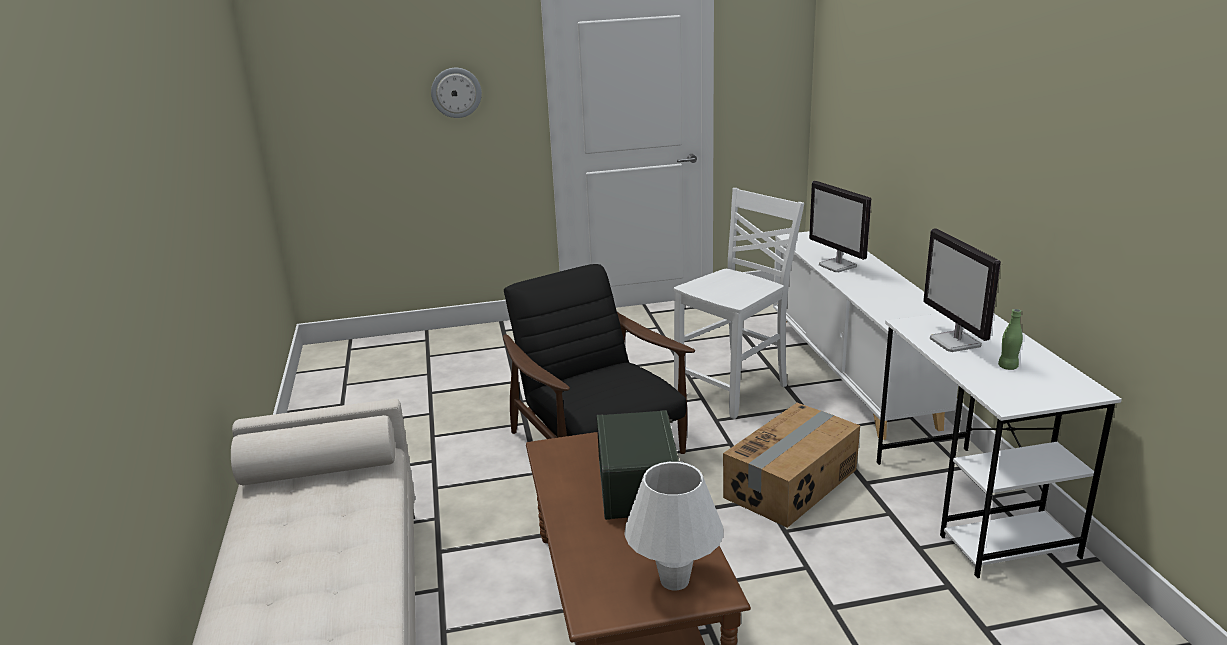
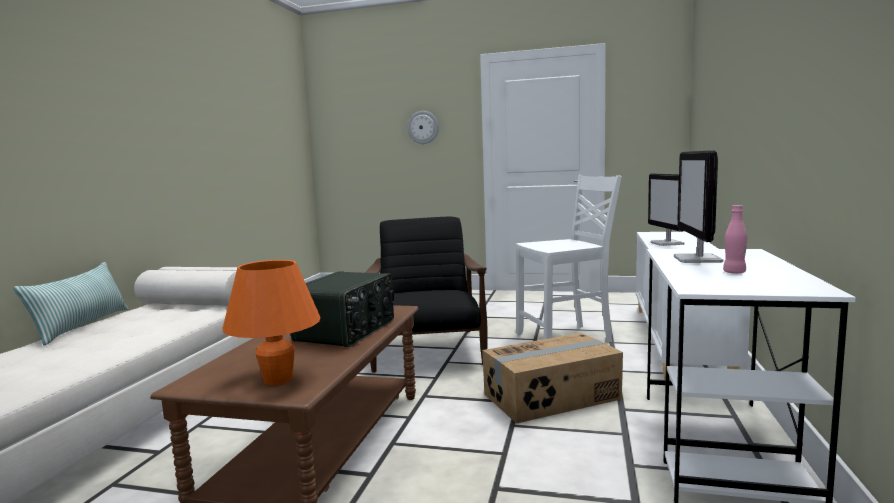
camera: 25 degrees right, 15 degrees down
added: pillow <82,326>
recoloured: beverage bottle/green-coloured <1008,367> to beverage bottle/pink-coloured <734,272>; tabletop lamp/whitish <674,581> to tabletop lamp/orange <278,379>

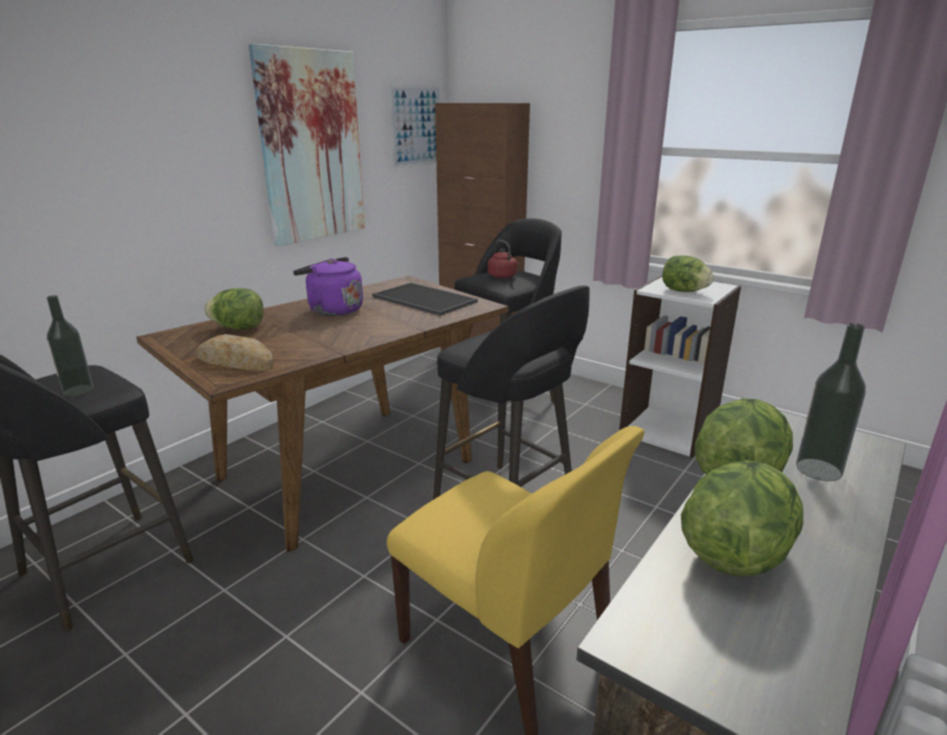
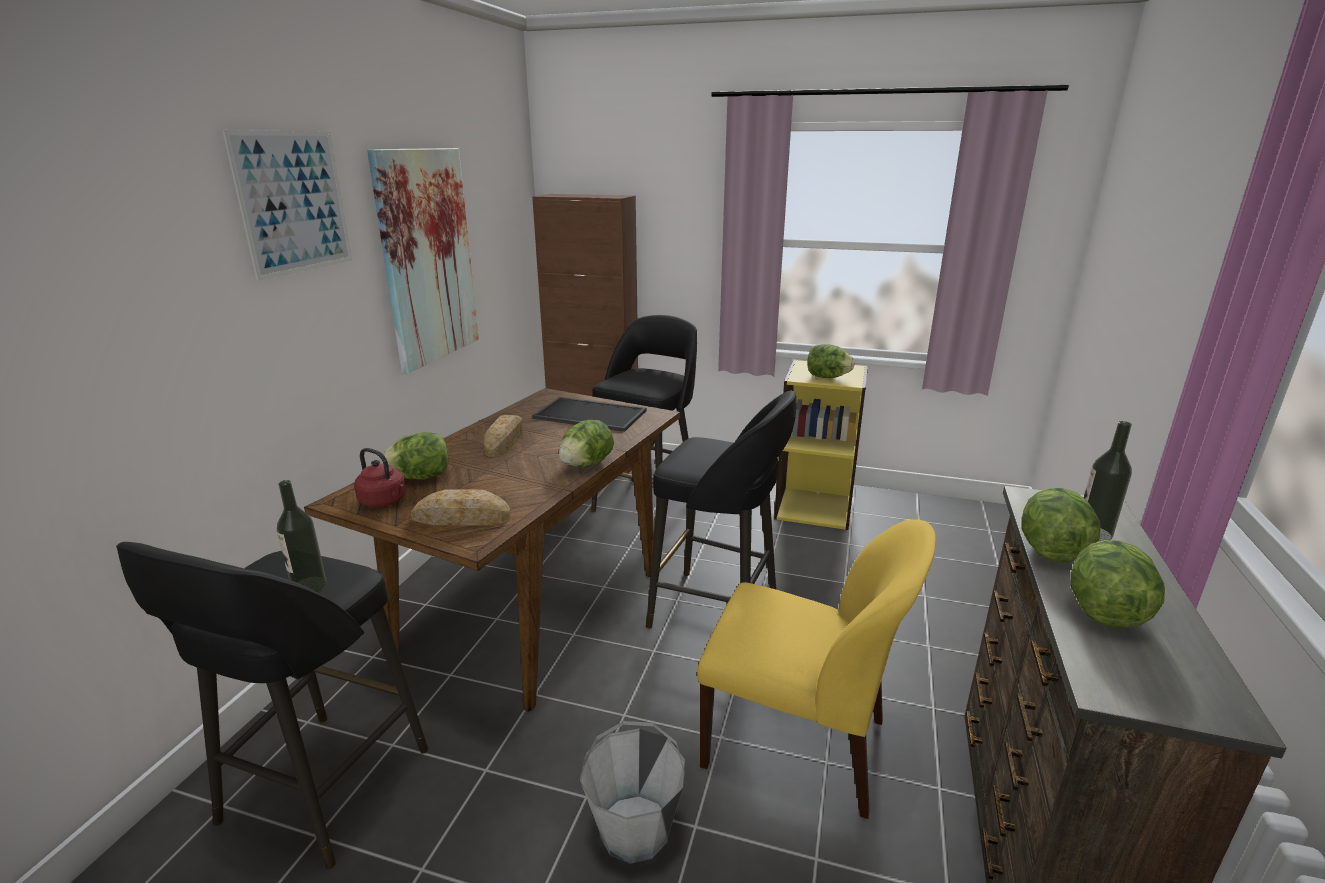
camera: 20 degrees left, 0 degrees up
added: head of lettuce <586,464>; pail/grey <635,829>
moved: wall art <416,126> to <294,202>; kettle/red <503,277> to <385,501>
replaced: kettle/purplish <332,310> to bread <505,440>
recoloured: bookshelf/whitish <668,430> to bookshelf/yellow-coloured <814,507>

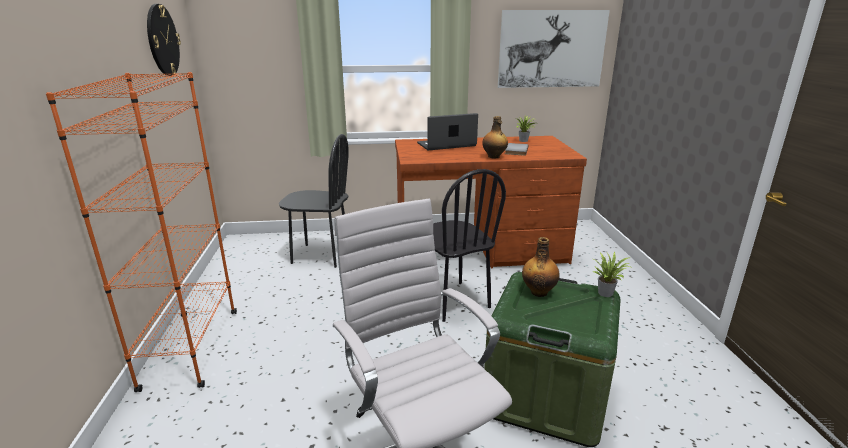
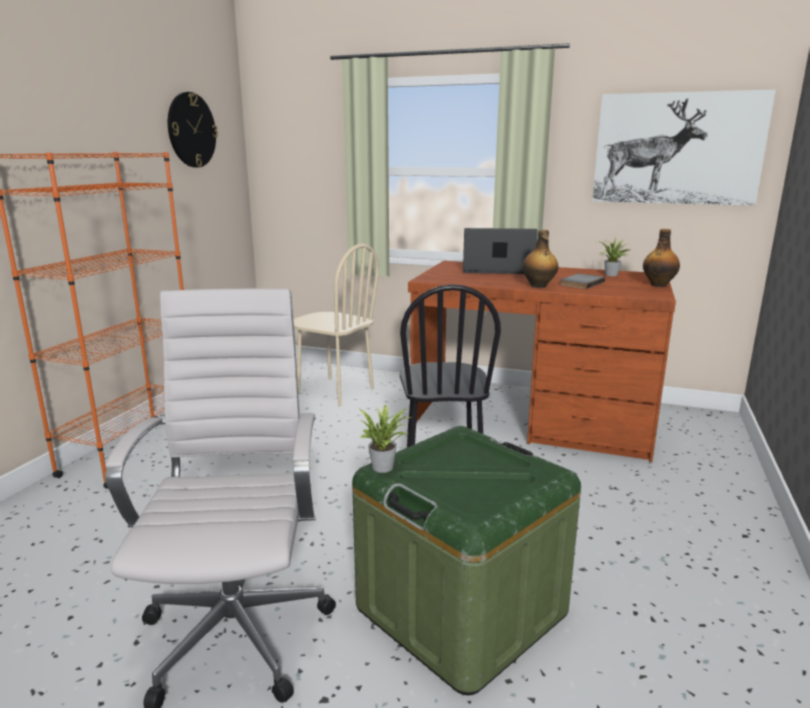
camera: 25 degrees right, 5 degrees down
moved: beverage bottle <539,292> to <659,285>; houseplant <606,292> to <385,467>
recoloured: upright chair/black-coloured <320,255> to upright chair/beige-coloured <335,391>

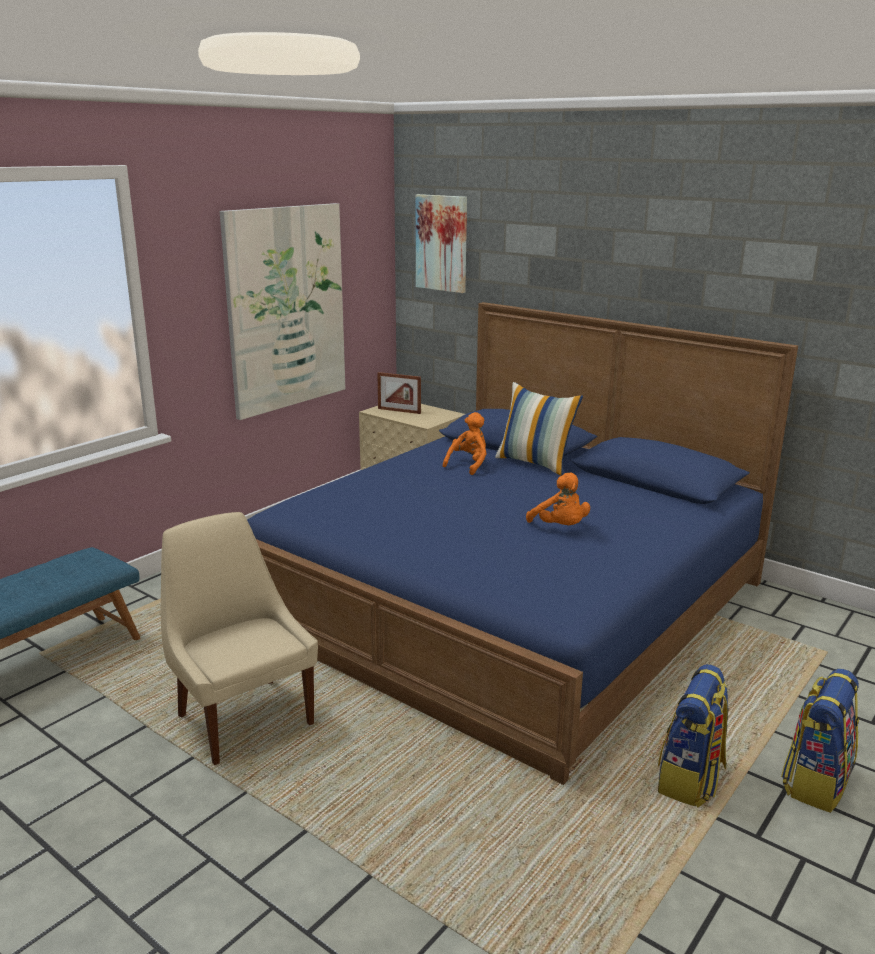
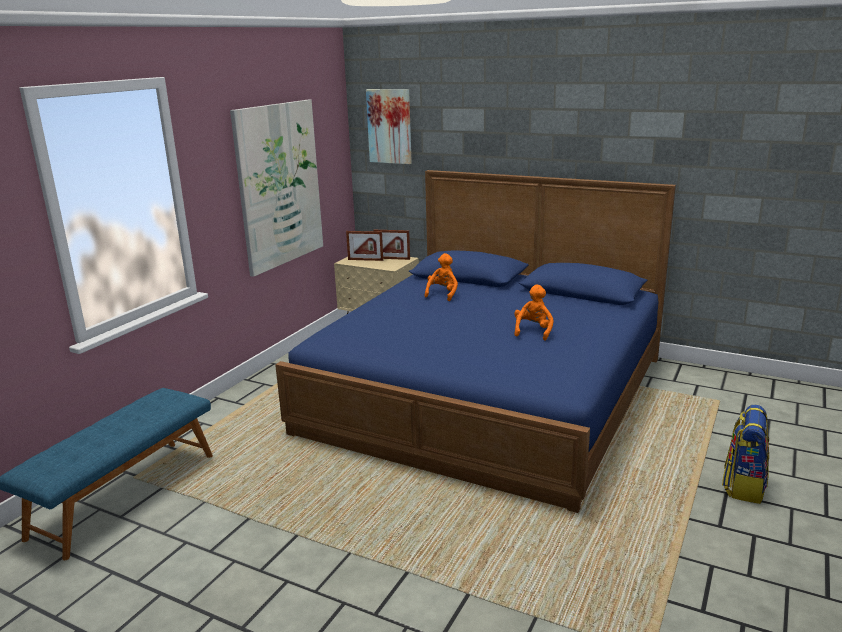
camera: 10 degrees left, 0 degrees up
removed: pillow <535,463>; upright chair/beige-coloured <243,717>; knapsack <690,780>
added: photo frame <392,258>
turned: plush toy/orange <560,527> = <533,331> 120 degrees counterclockwise

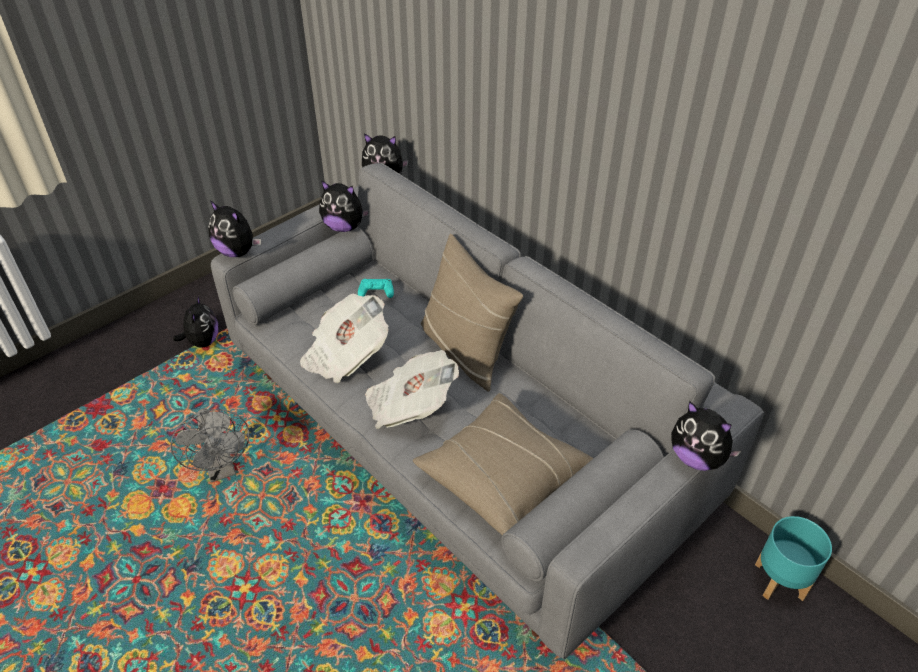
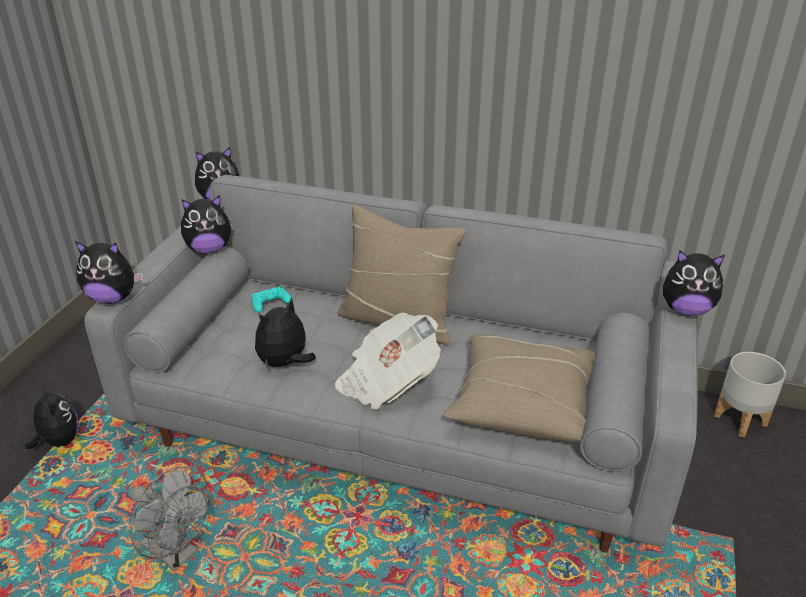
camera: 30 degrees left, 10 degrees down
replaced: newspaper <345,354> to plush toy <285,363>
recoloured: plant pot/turquoise <781,580> to plant pot/grey <741,419>

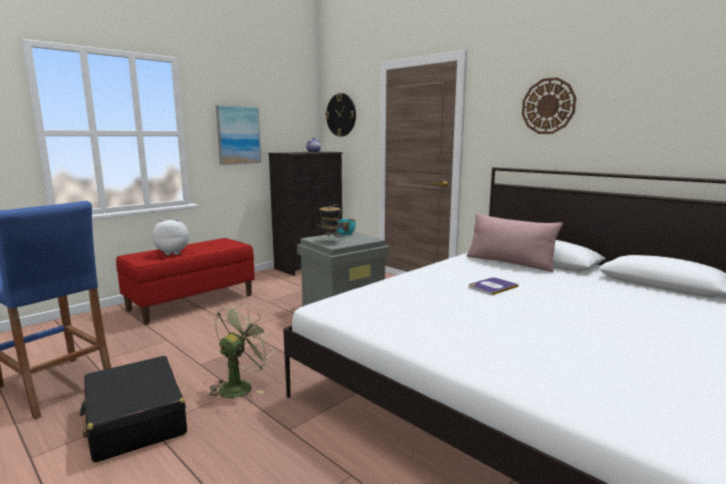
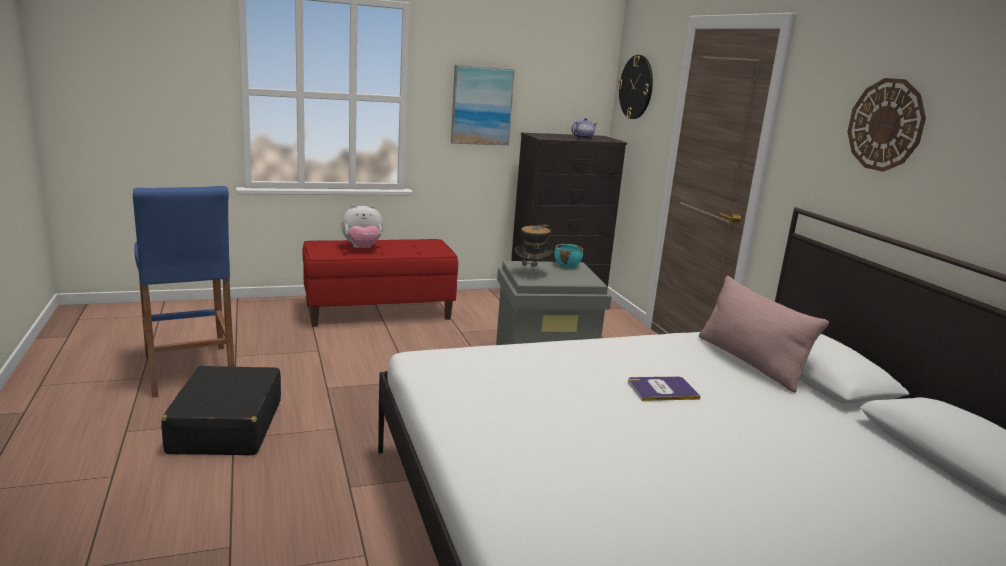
camera: 25 degrees right, 5 degrees up
removed: fan/green-coloured <240,386>
turned: plush toy <173,253> = <362,248> 150 degrees clockwise

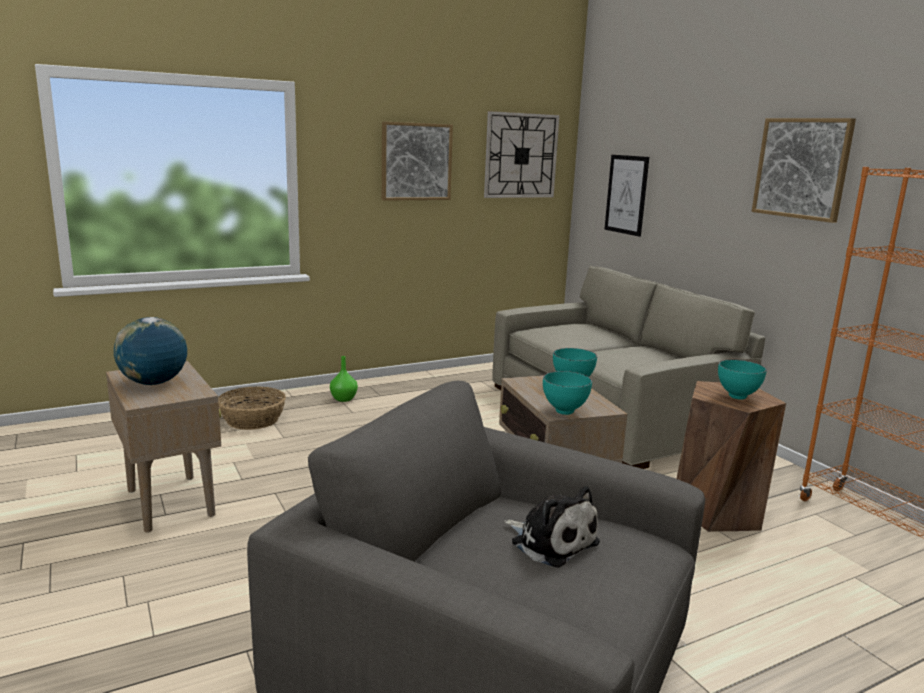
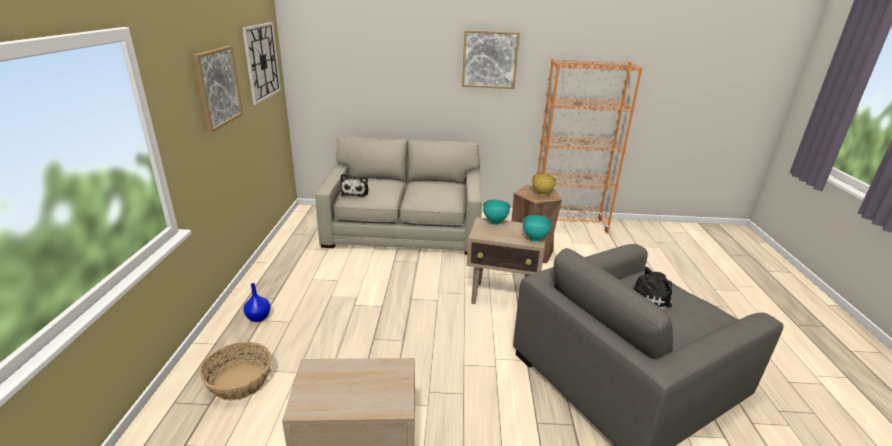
camera: 60 degrees left, 10 degrees up
removed: wall art <626,194>; globe <154,383>
added: plush toy <355,192>
recoloured: vase/green-coloured <344,399> to vase/bluish <258,317>; serving bowl/turquoise <736,397> to serving bowl/yellow-coloured <542,194>

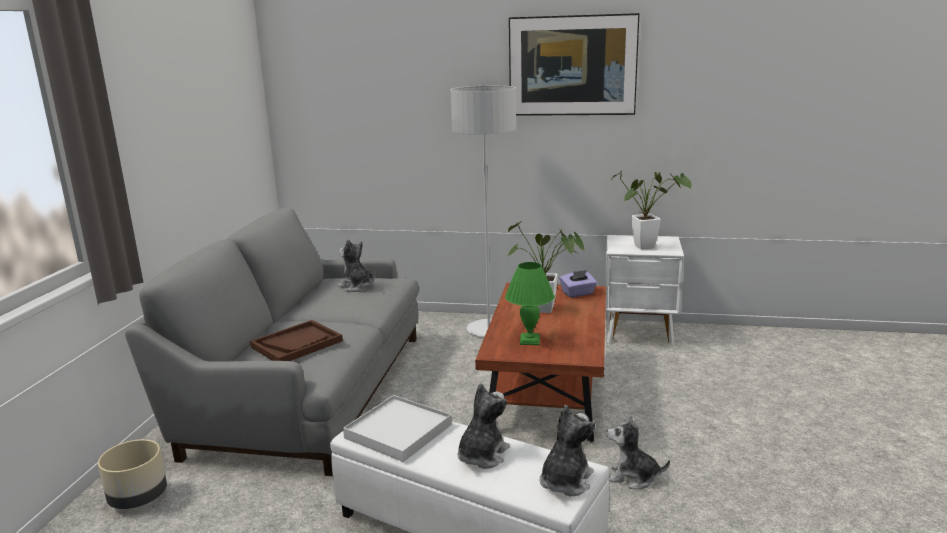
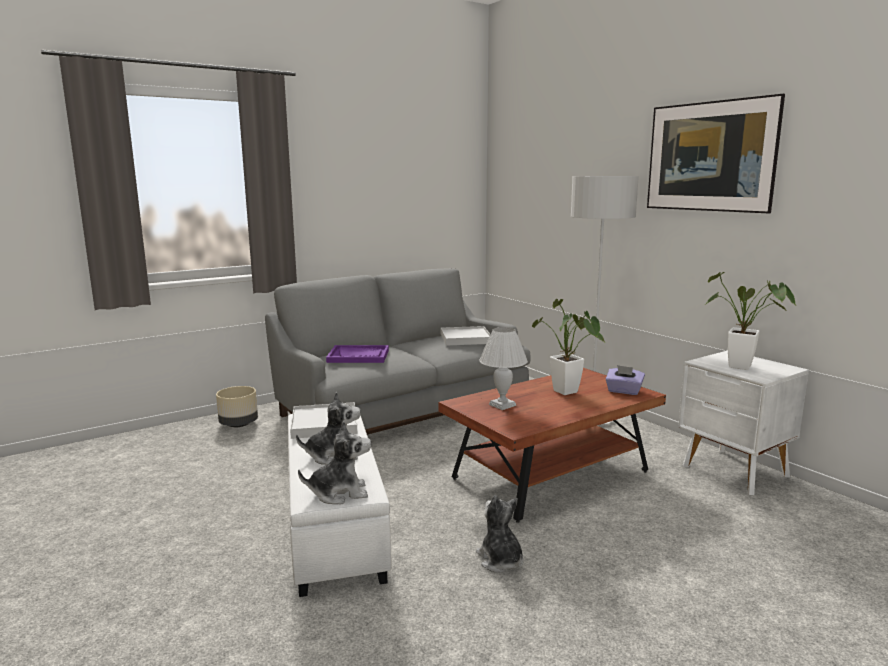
camera: 45 degrees right, 5 degrees down
replaced: plush toy <357,286> to carrying tray/whitish <465,339>
recoloured: tabletop lamp/green-coloured <529,341> to tabletop lamp/whitish <501,405>; carrying tray/brown-coloured <297,344> to carrying tray/purplish <358,356>

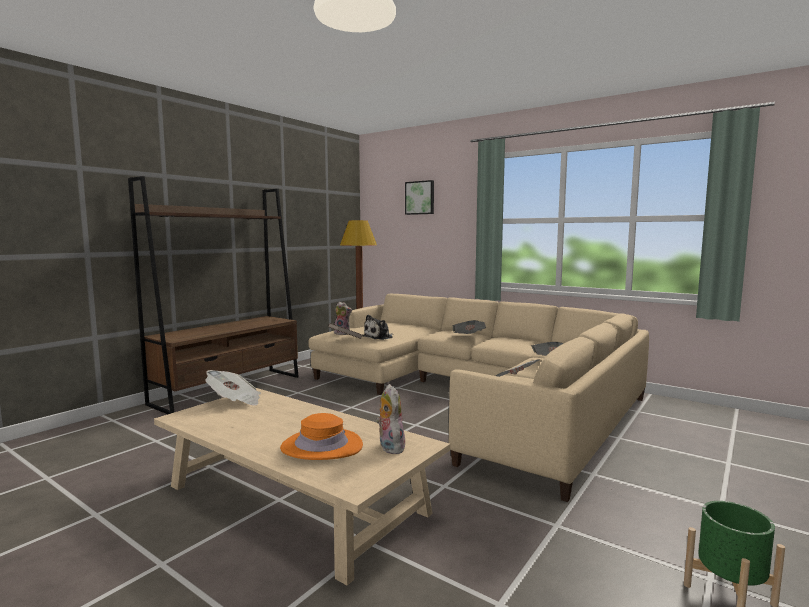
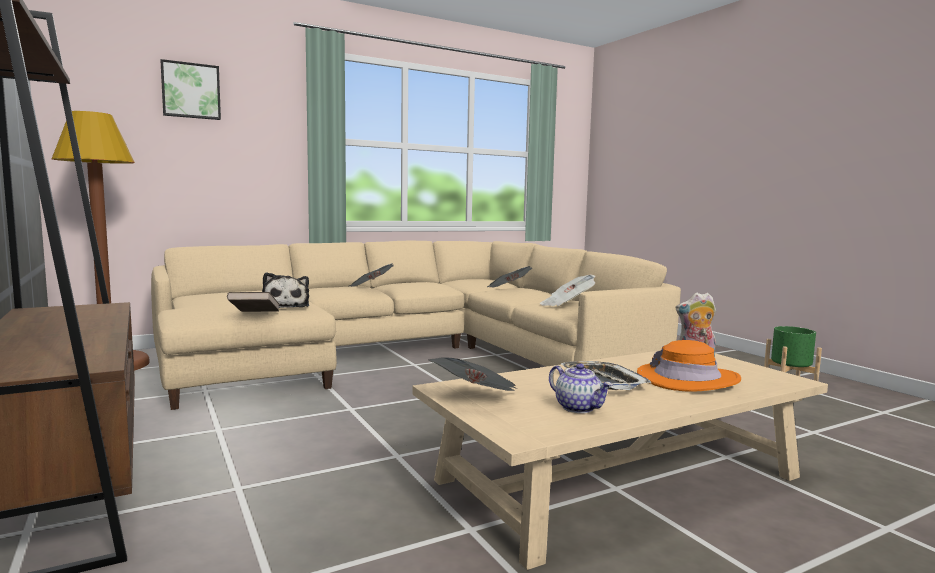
camera: 65 degrees left, 0 degrees up
removed: plush toy <343,333>
added: carrying tray <603,381>; pot for tea <578,408>

